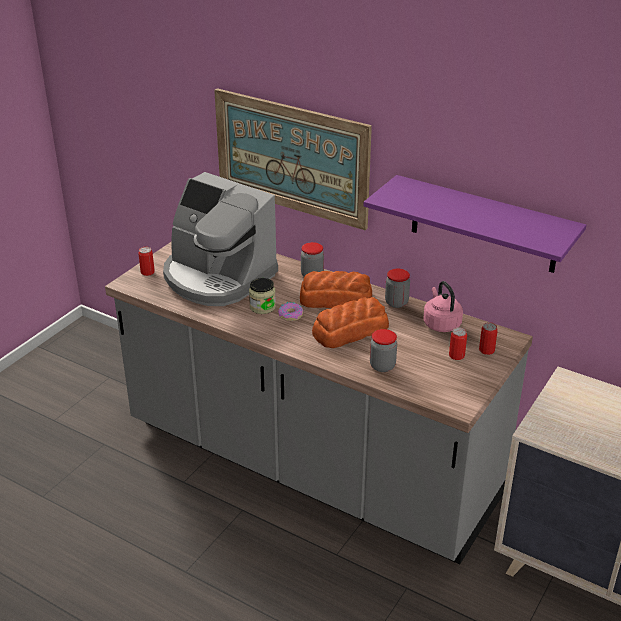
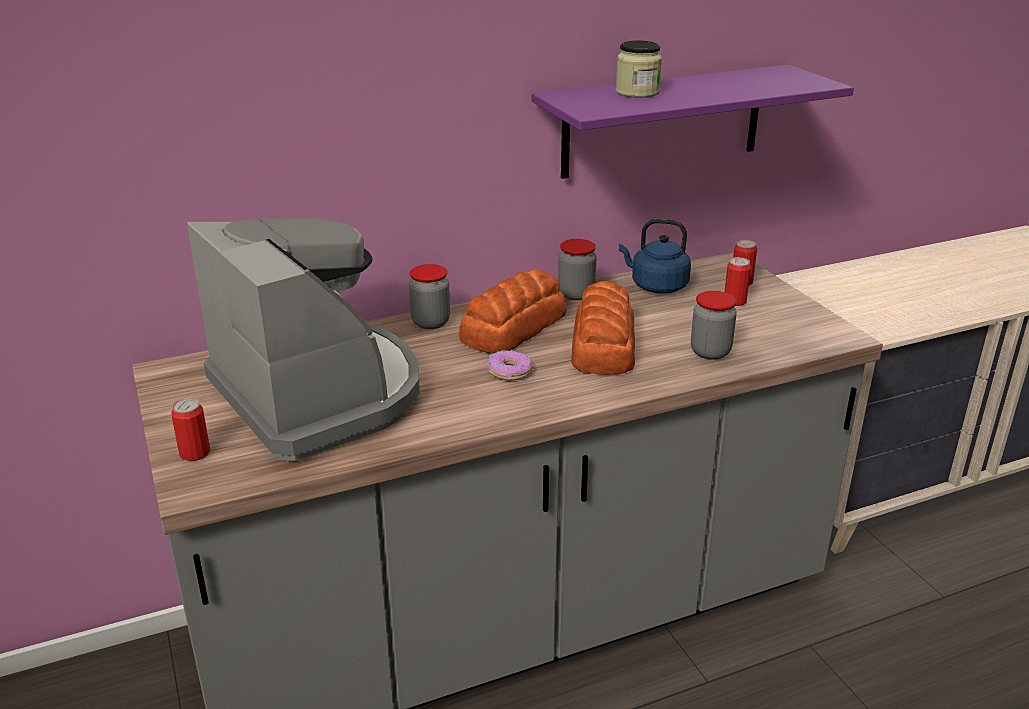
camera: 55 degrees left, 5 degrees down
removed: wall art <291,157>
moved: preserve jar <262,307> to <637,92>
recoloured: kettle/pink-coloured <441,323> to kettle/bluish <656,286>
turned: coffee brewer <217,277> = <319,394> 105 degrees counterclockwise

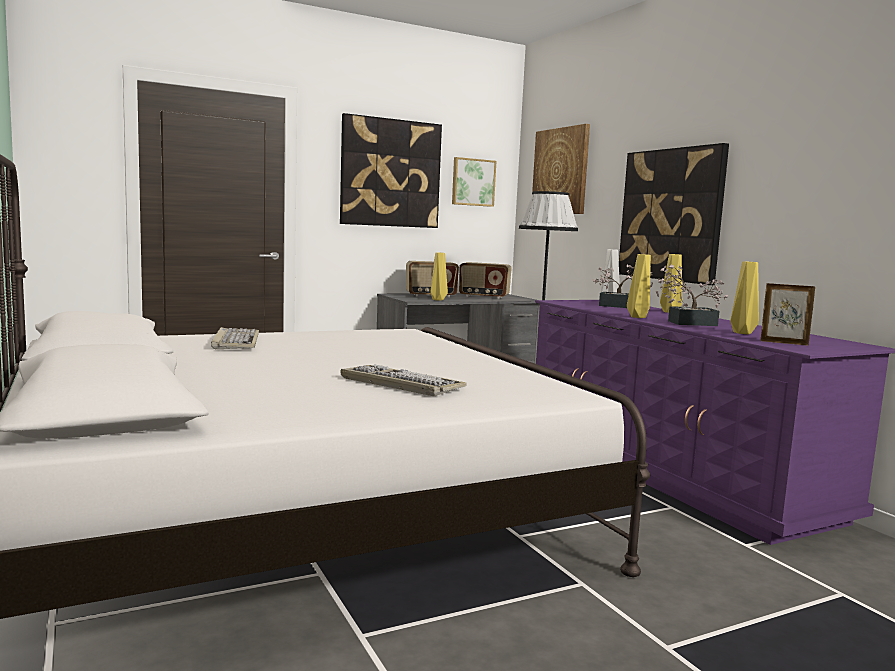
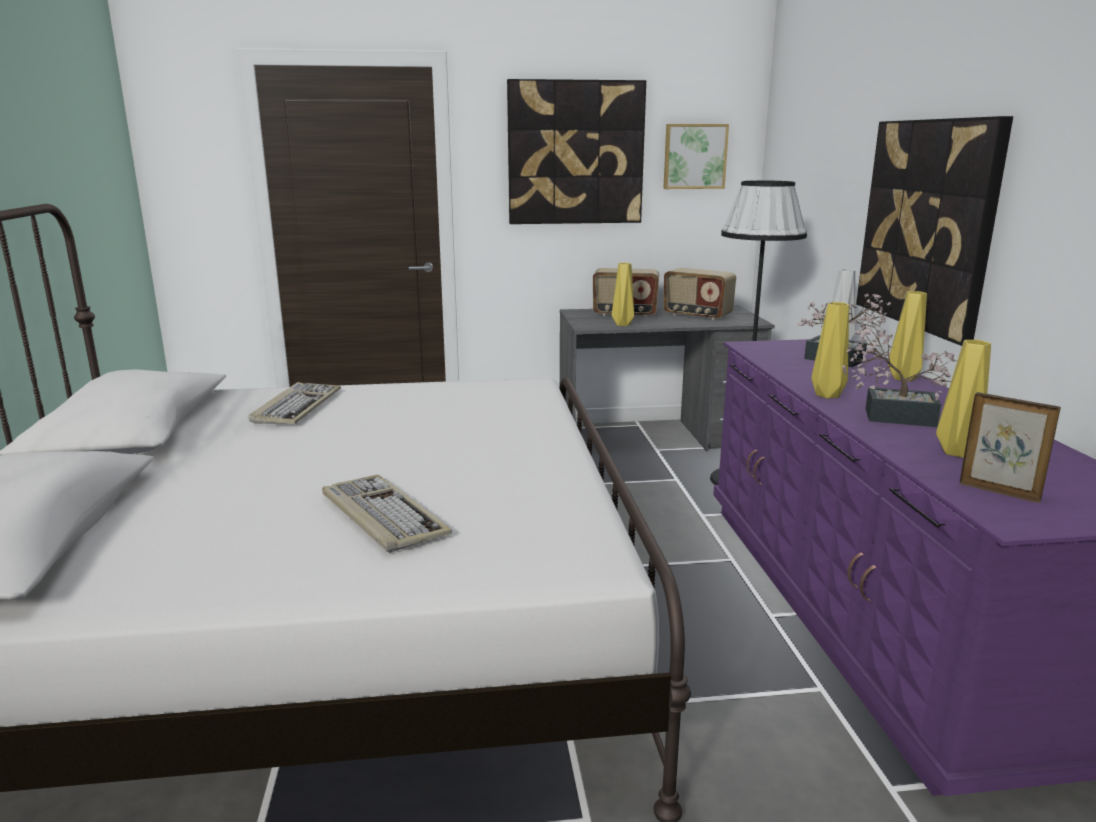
camera: 20 degrees right, 10 degrees up
removed: wall art <561,171>

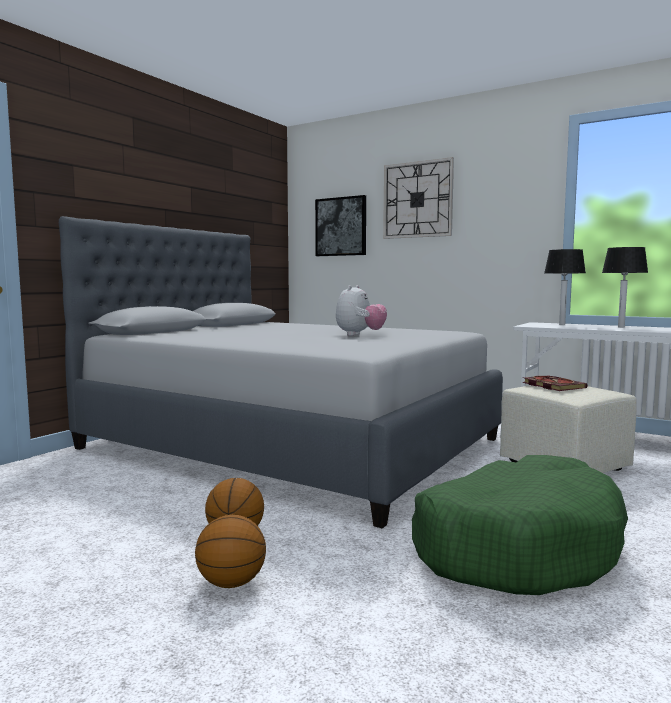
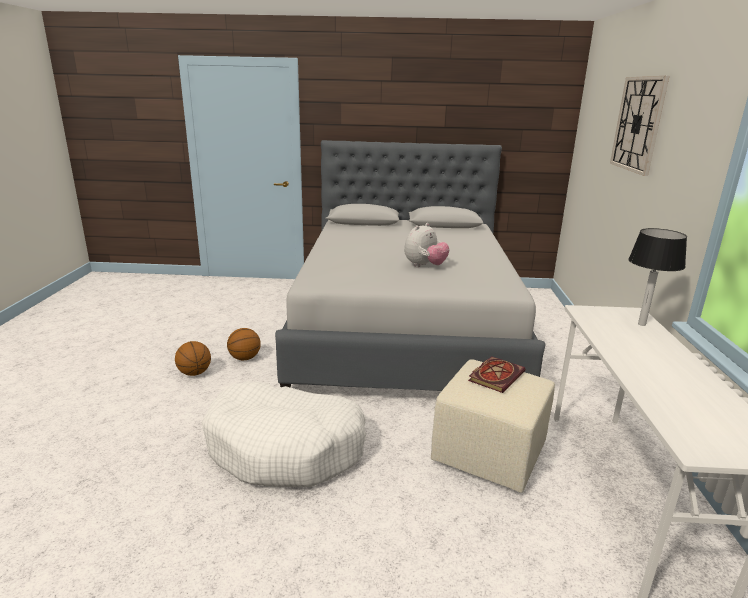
camera: 60 degrees right, 15 degrees up
removed: wall art <341,226>; tabletop lamp <620,327>
recoloured: dog cushion/green-coloured <515,546> to dog cushion/whitish <286,448>
turned: plush toy <359,335> = <424,266> 45 degrees counterclockwise

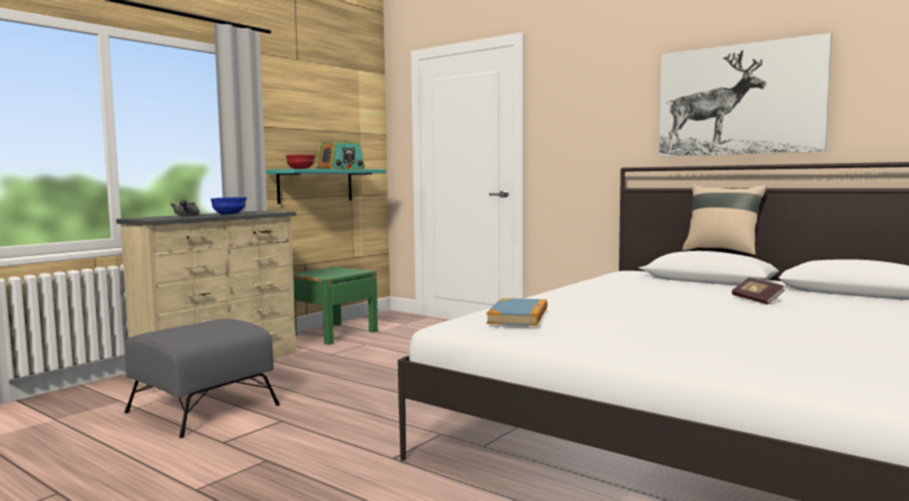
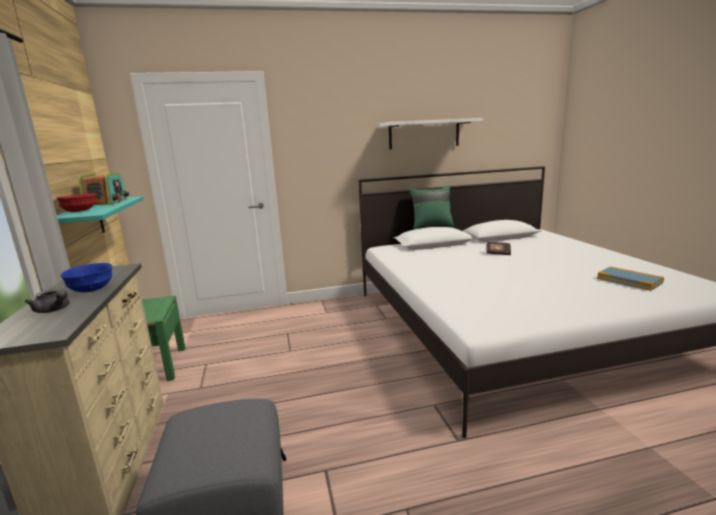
camera: 50 degrees left, 10 degrees up
moved: book <518,316> to <629,280>
replaced: wall art <739,100> to shelf/whitish <424,134>
recoloured: pillow/beige-coloured <722,251> to pillow/green-coloured <431,226>

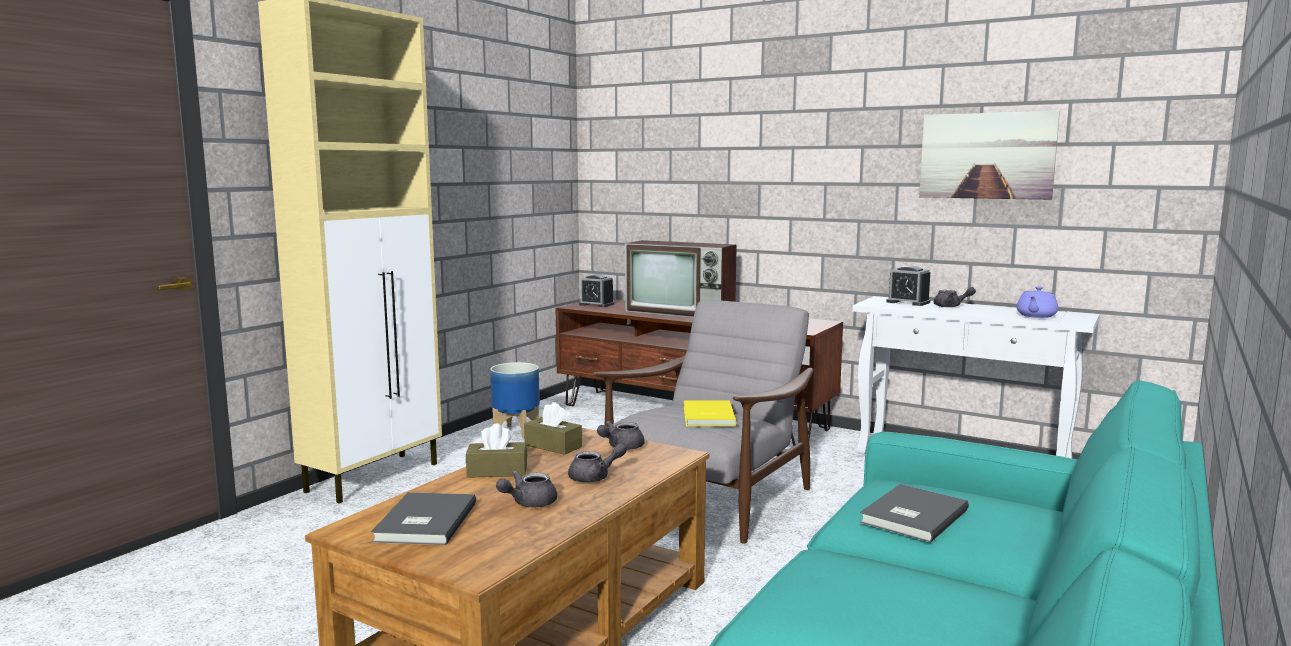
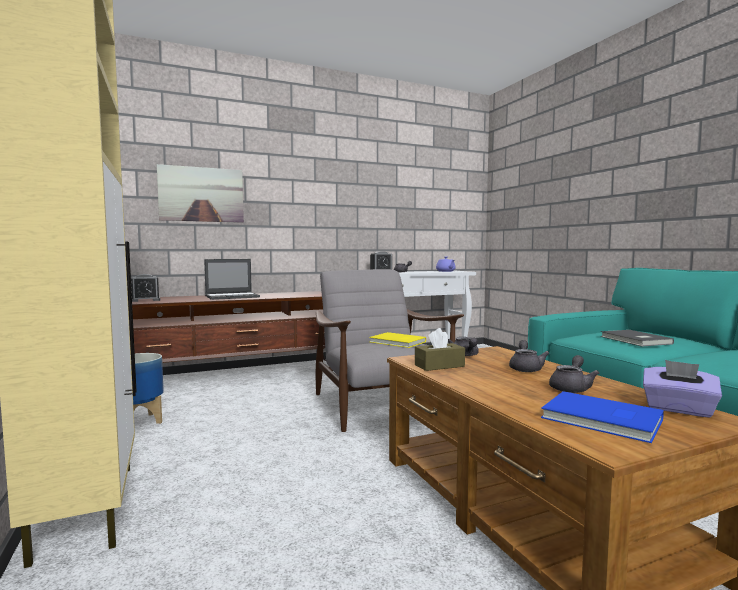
camera: 55 degrees left, 5 degrees down
removed: box of tissues/brown-coloured <497,471>
added: box of tissues/purplish <678,409>
moved: wall art <986,156> to <201,194>
replaced: television <682,313> to laptop <233,296>
recoloured: book/grey <423,522> to book/bluish <602,420>
turned: pot for tea/grey <528,503> = <571,388> 135 degrees counterclockwise

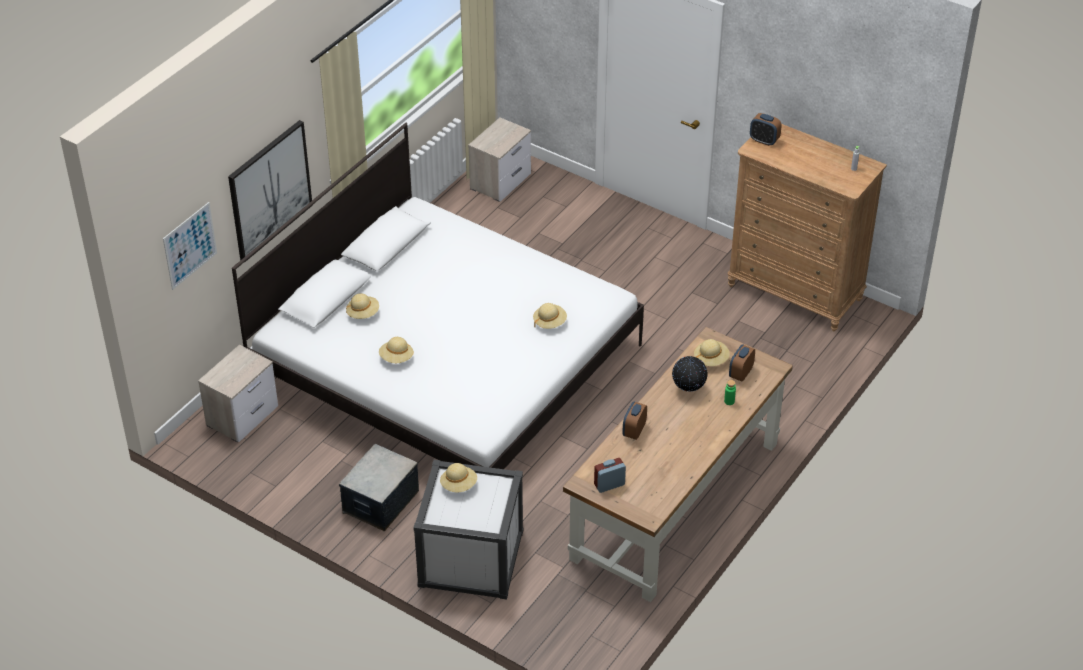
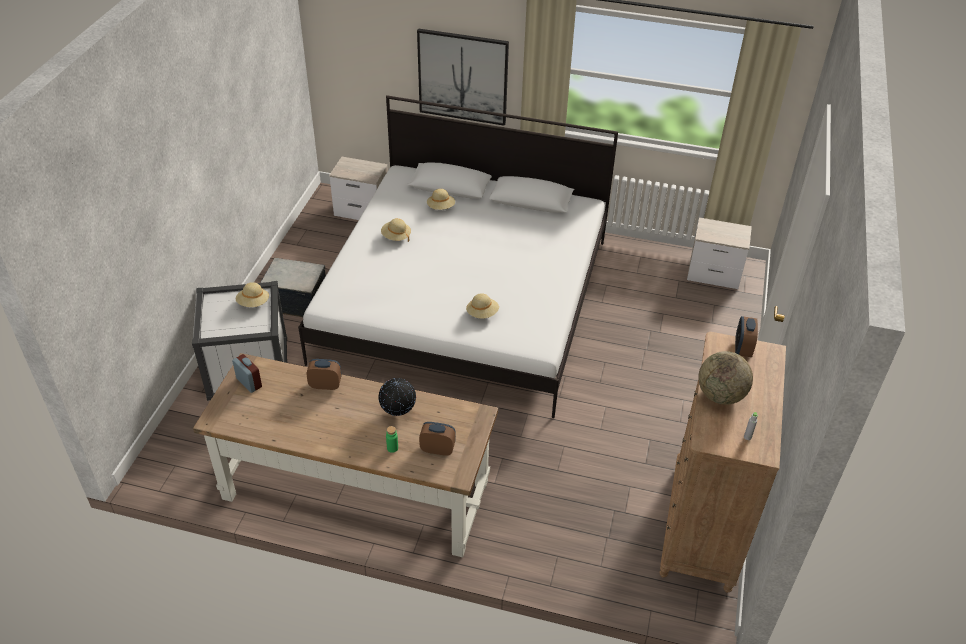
camera: 70 degrees right, 0 degrees up
removed: wall art <190,245>; hat/beige-coloured <711,359>
added: globe <720,395>

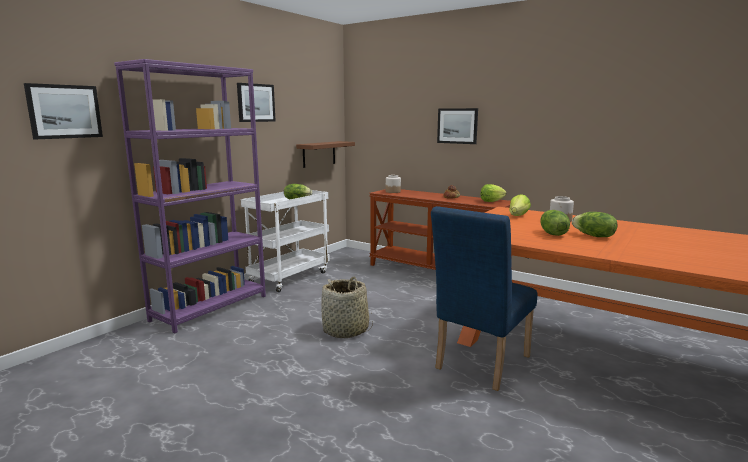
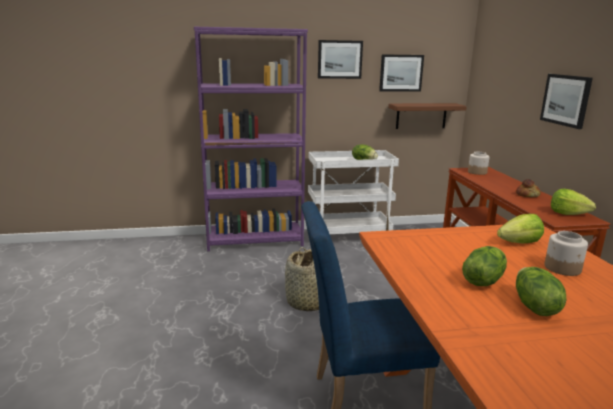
camera: 45 degrees right, 5 degrees up
moved: wall art <64,111> to <401,73>

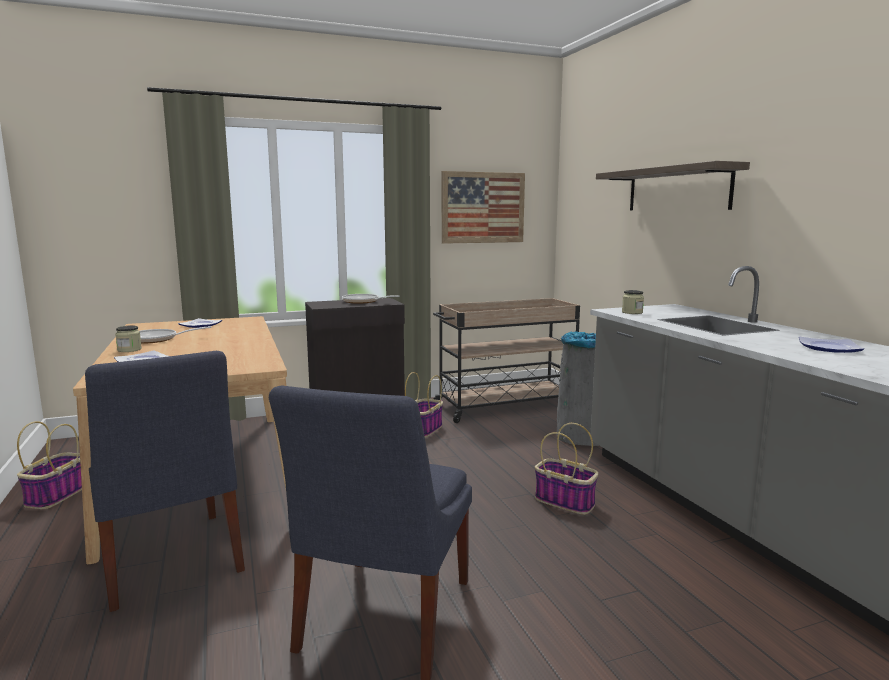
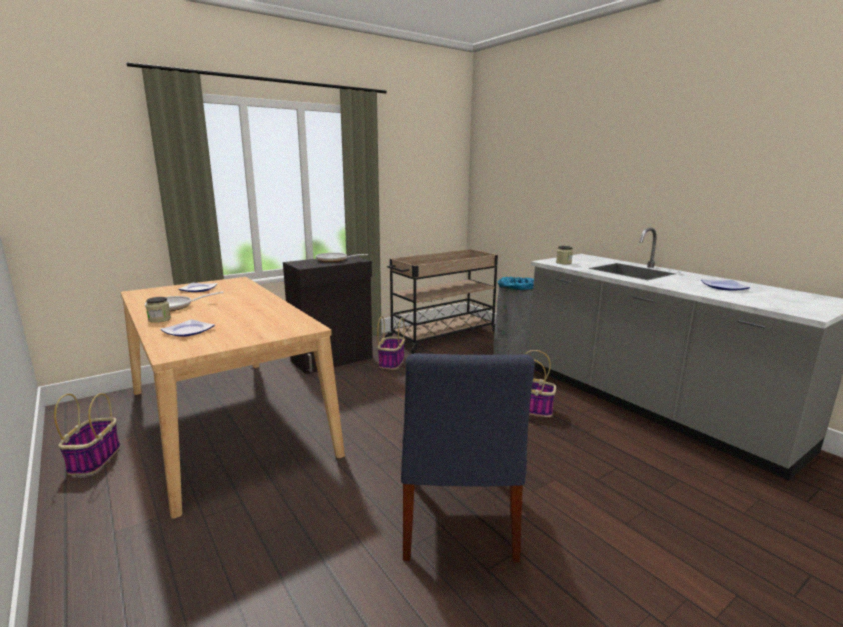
camera: 15 degrees left, 5 degrees up
removed: shelf <677,189>; wall art <483,207>; upright chair/bluish <169,561>

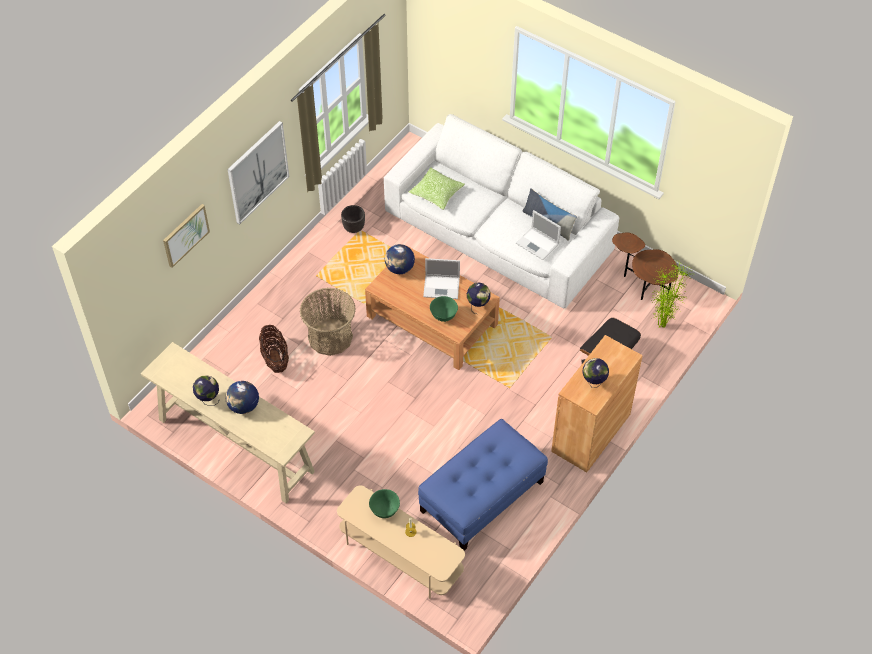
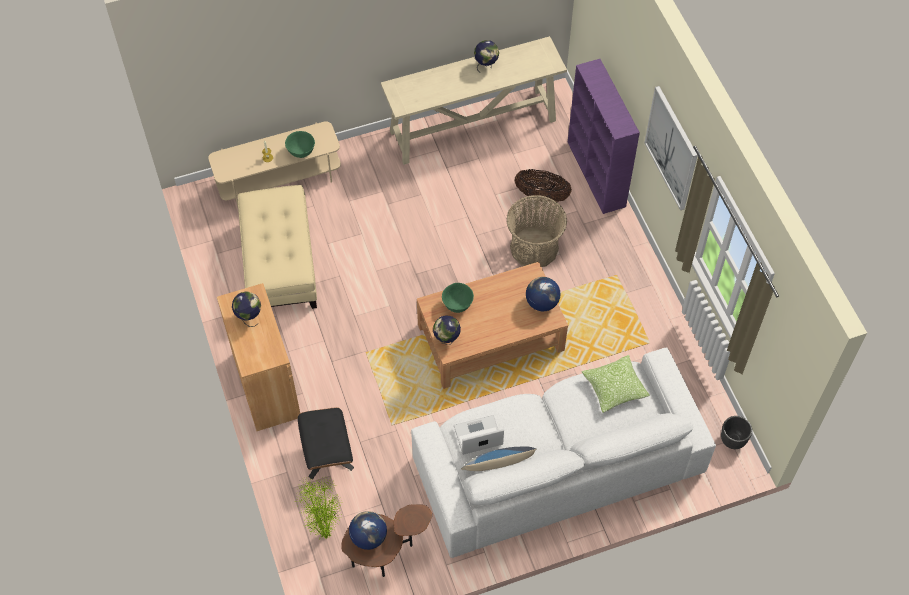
camera: 125 degrees right, 5 degrees up
removed: wall art <185,235>; laptop <442,287>
added: bookshelf/purplish <596,175>
moved: plant pot/black-coloured <354,227> to <733,440>; globe <243,406> to <368,537>
recoloured: footrest/bluish <482,497> to footrest/beige-coloured <279,263>

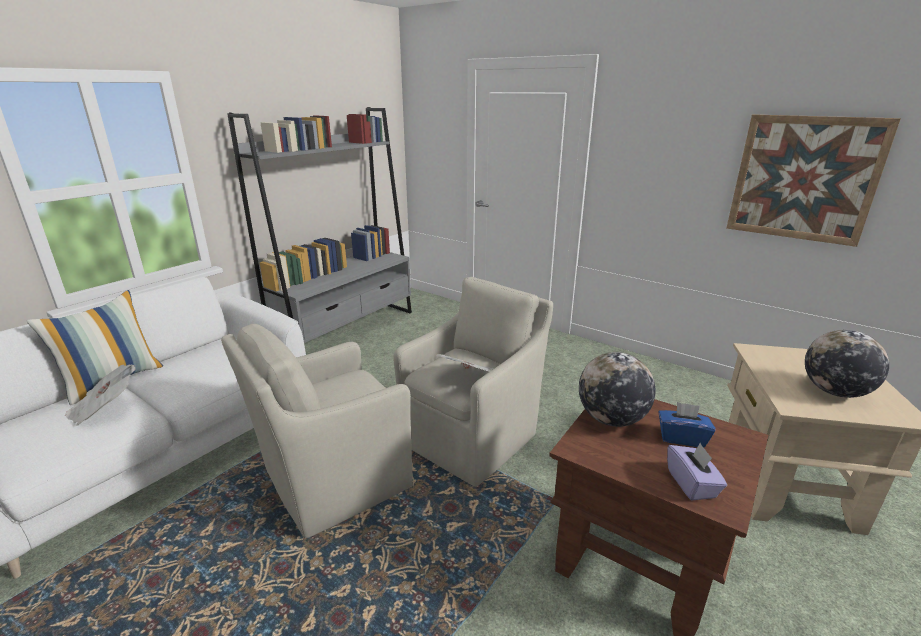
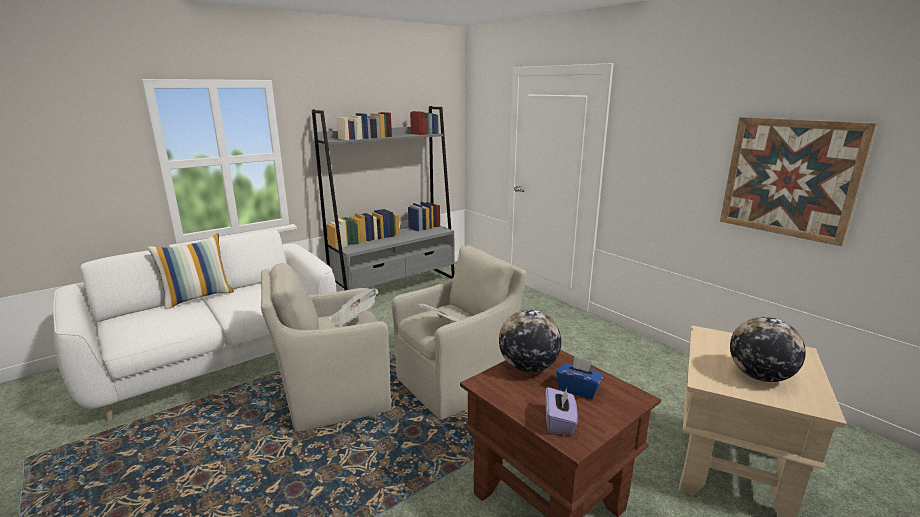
camera: 15 degrees right, 5 degrees down
moved: newspaper <105,409> to <353,319>

